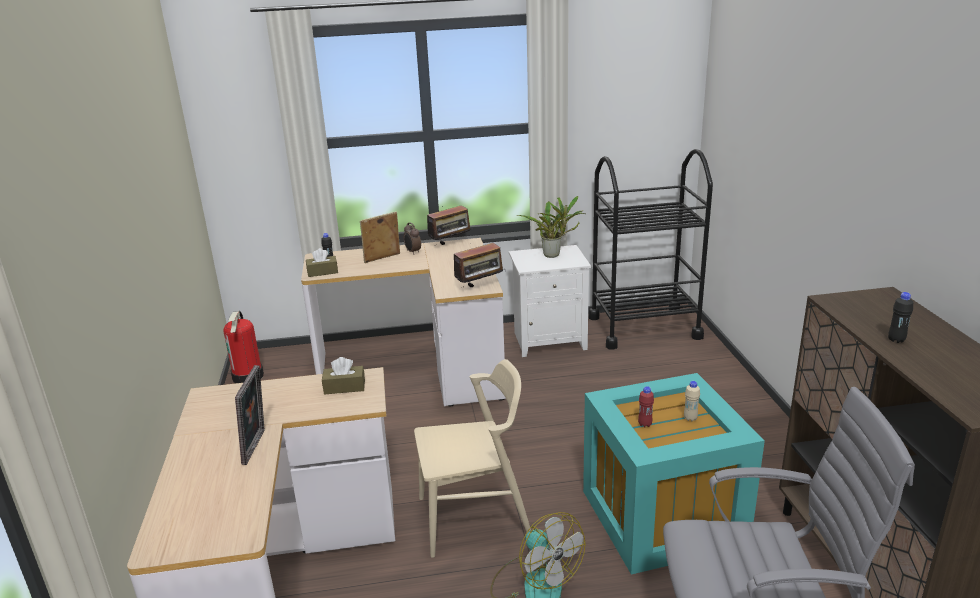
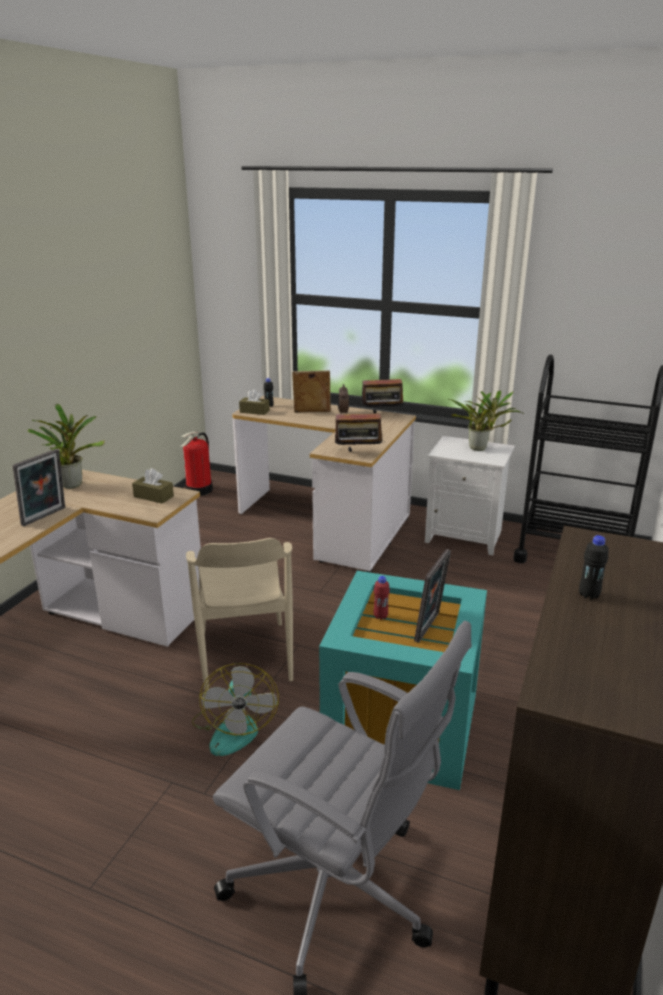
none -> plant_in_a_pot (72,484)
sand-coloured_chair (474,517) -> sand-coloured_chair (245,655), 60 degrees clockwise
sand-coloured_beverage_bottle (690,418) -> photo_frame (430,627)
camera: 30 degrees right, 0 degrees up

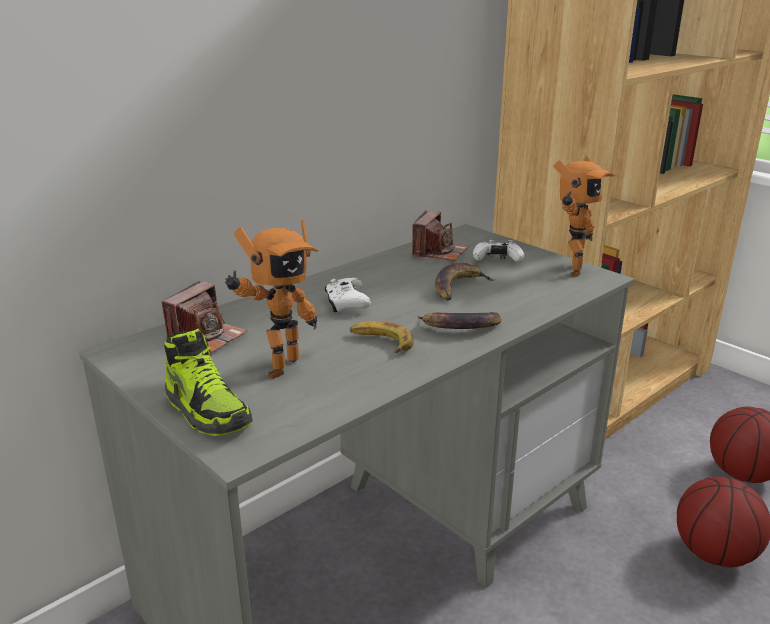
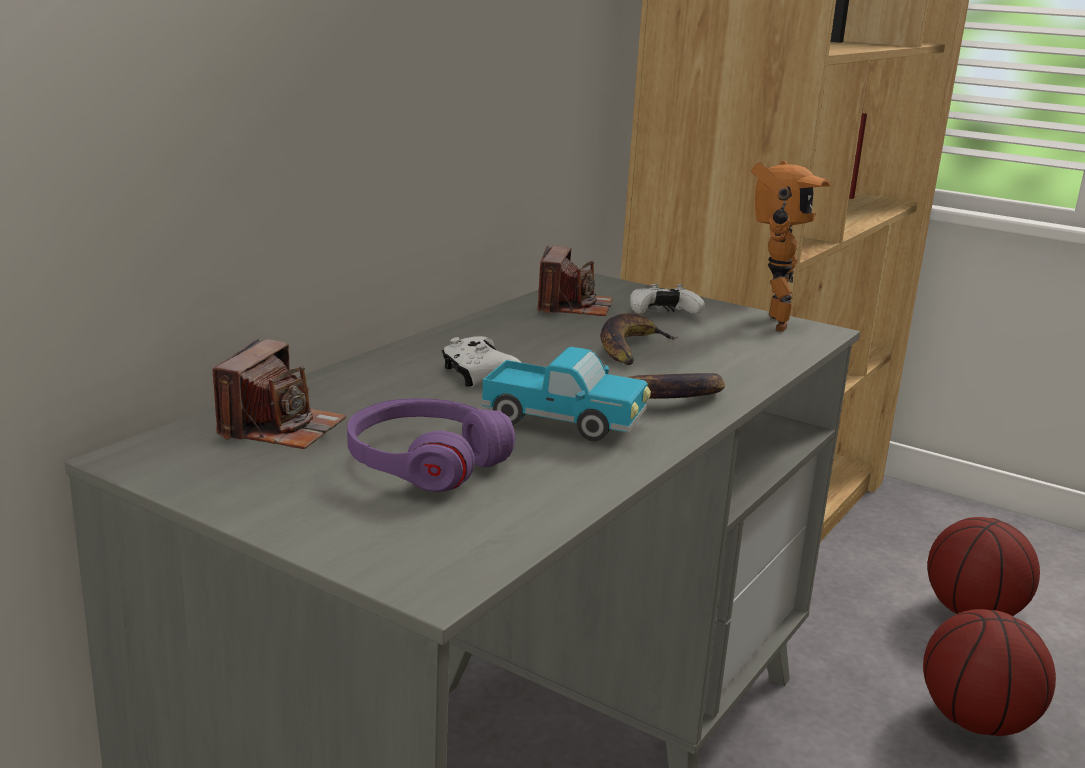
toy_robot (278,366) -> purple_headset (425,462)
whole_banana (381,342) -> toy_truck (564,422)
item_of_footwear (207,411) -> none
camera: 15 degrees left, 5 degrees down

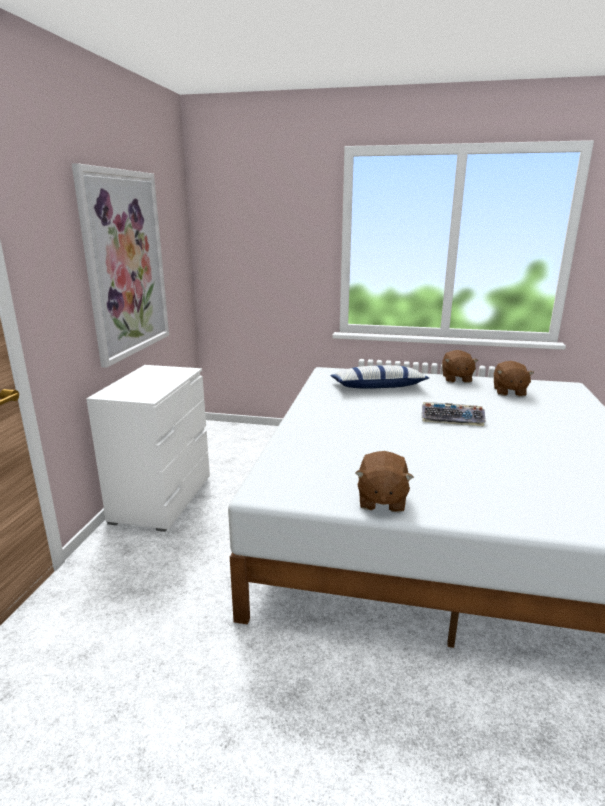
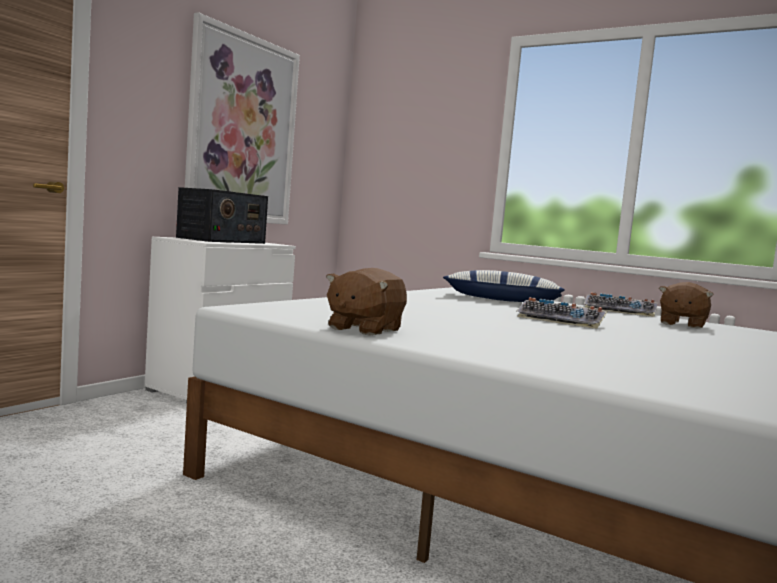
none -> radio_receiver (221,240)
brown_cuddly_toy (456,379) -> keyboard (620,311)
camera: 20 degrees right, 15 degrees down

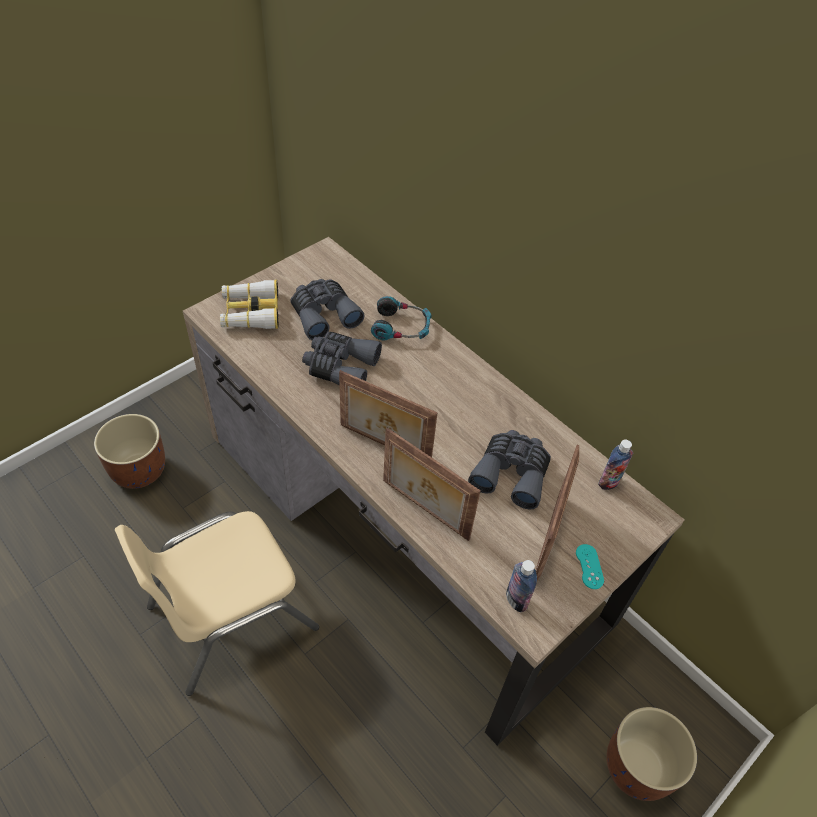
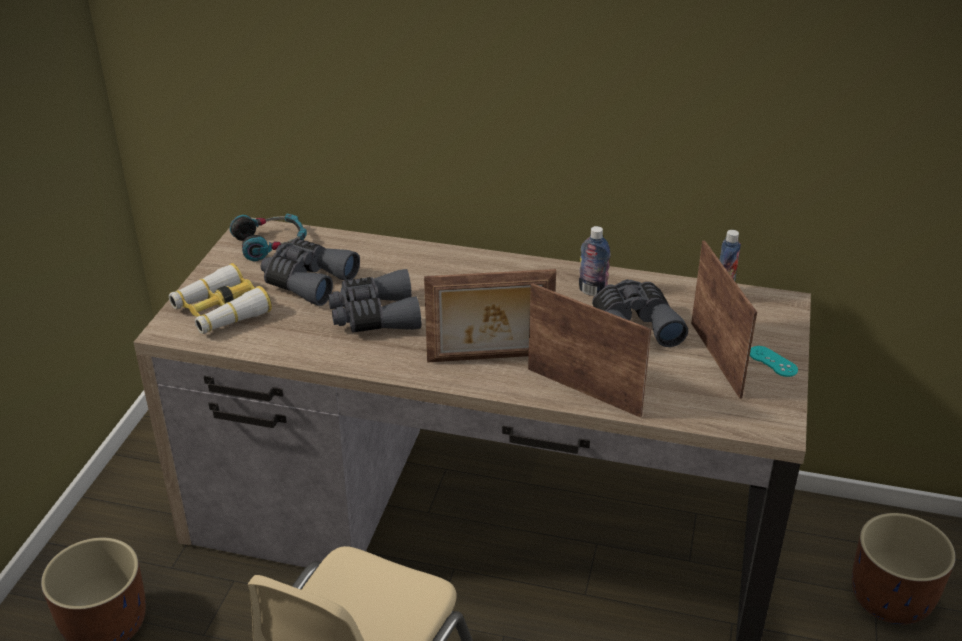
headset (401,327) -> headset (270,243), relocated
photo_frame (424,510) -> photo_frame (584,390), 150 degrees counterclockwise
beverage_bottle (516,600) -> beverage_bottle (592,291), relocated
camera: 30 degrees left, 15 degrees down

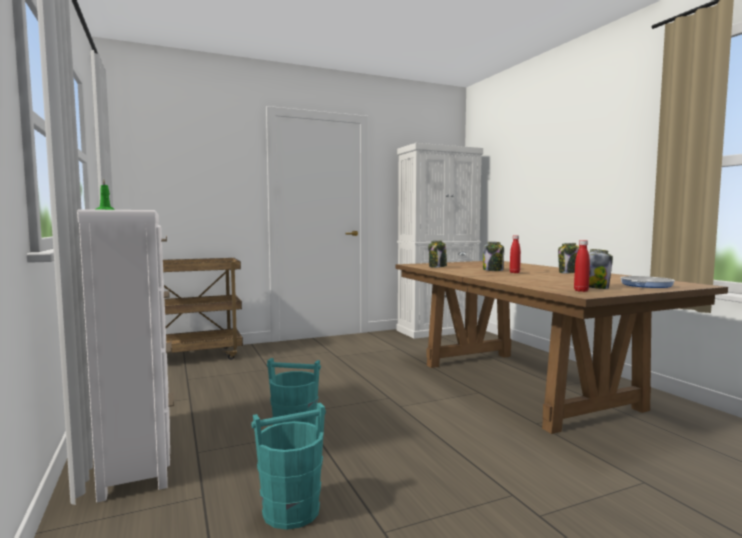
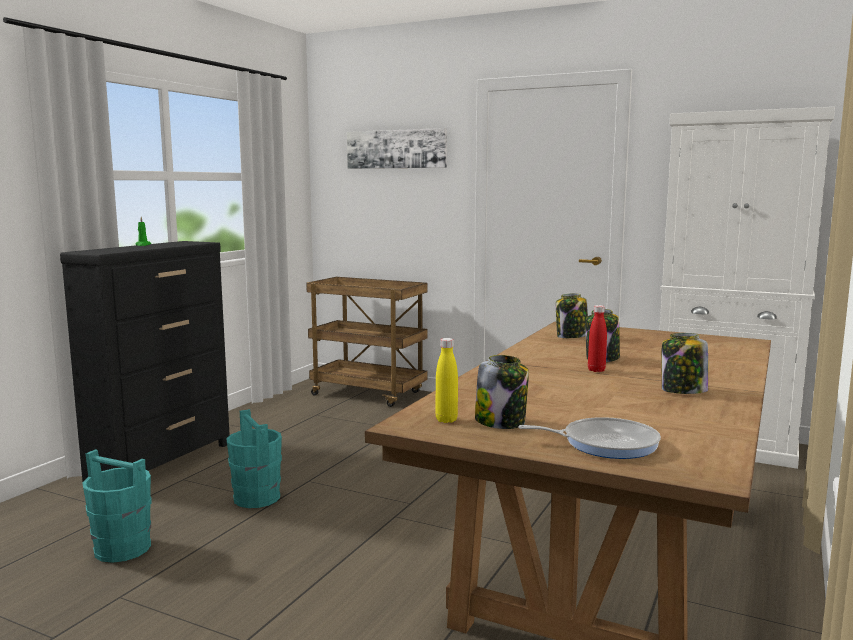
white-coloured_drawer_chest (138,451) -> black-coloured_drawer_chest (163,462)
none -> wall_picture (396,149)
red-coloured_beverage_bottle (581,291) -> yellow_beverage_bottle (446,420)
camera: 50 degrees right, 5 degrees up

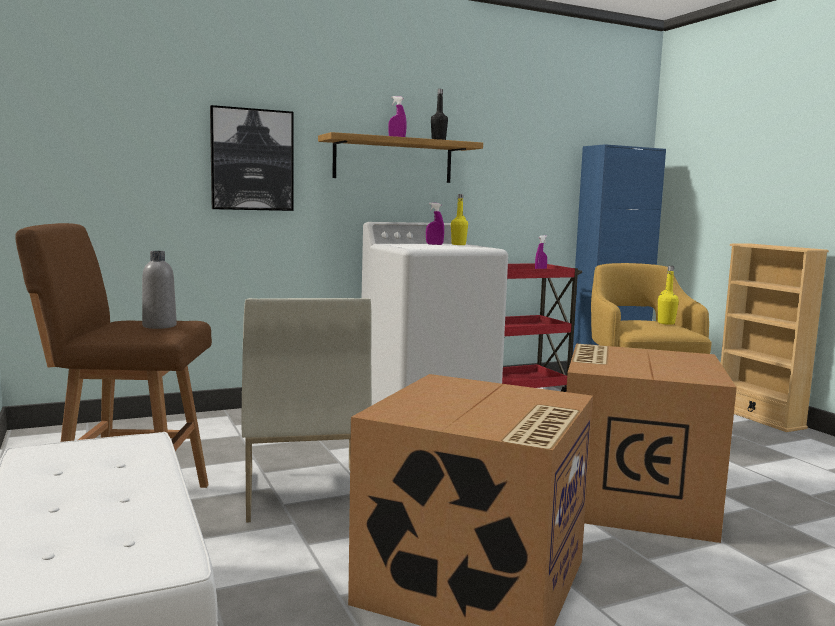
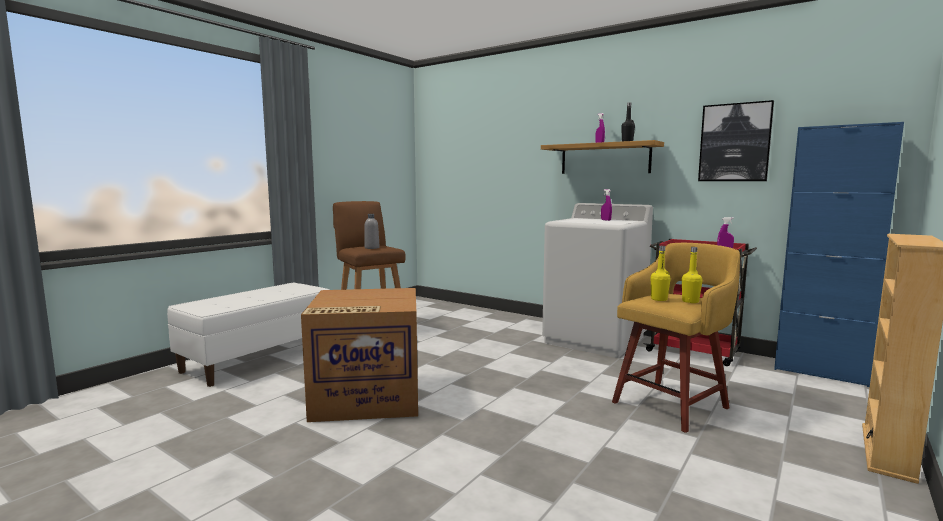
yellow_beverage_bottle (458,244) -> yellow_beverage_bottle (659,299), relocated
wall_picture (252,160) -> wall_picture (734,142), relocated
white-coloured_chair (303,491) -> none
carton (632,499) -> none
camera: 60 degrees right, 0 degrees up

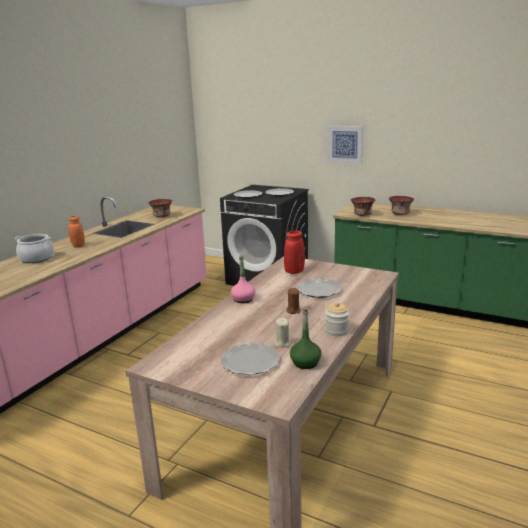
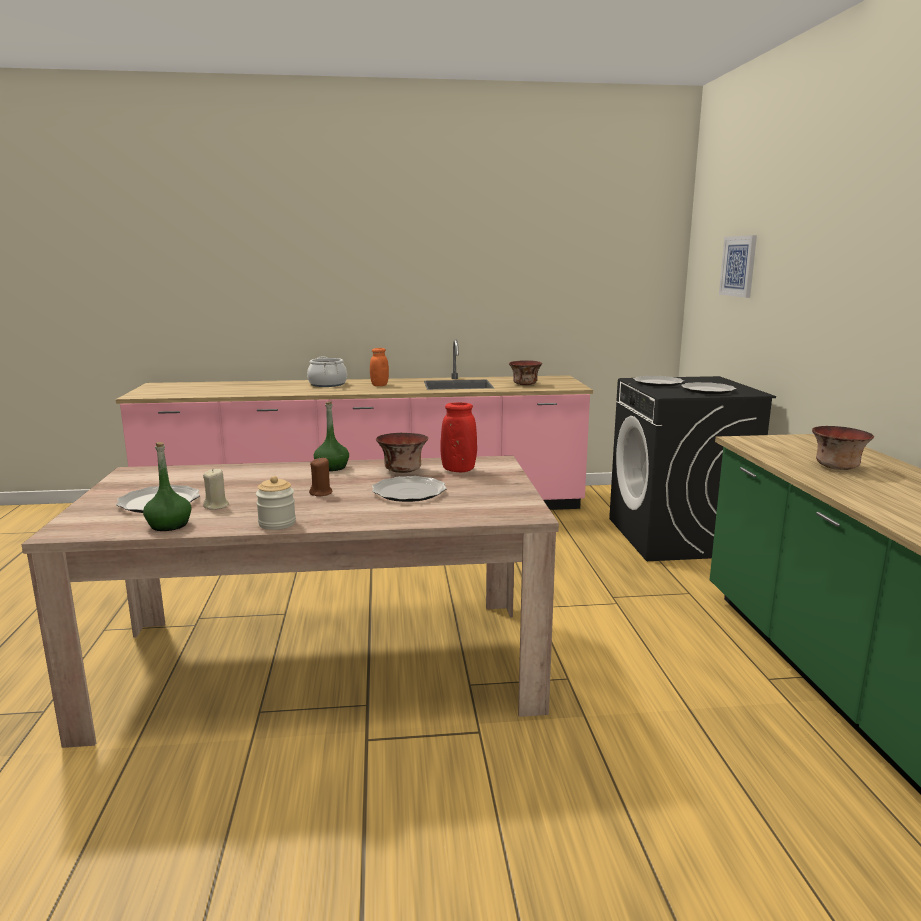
pinkish_beverage_bottle (243,299) -> greenish_beverage_bottle (331,467)
serving_bowl (362,215) -> serving_bowl (402,471), relocated
wall_picture (345,144) -> wall_picture (739,266), relocated
camera: 55 degrees right, 5 degrees down

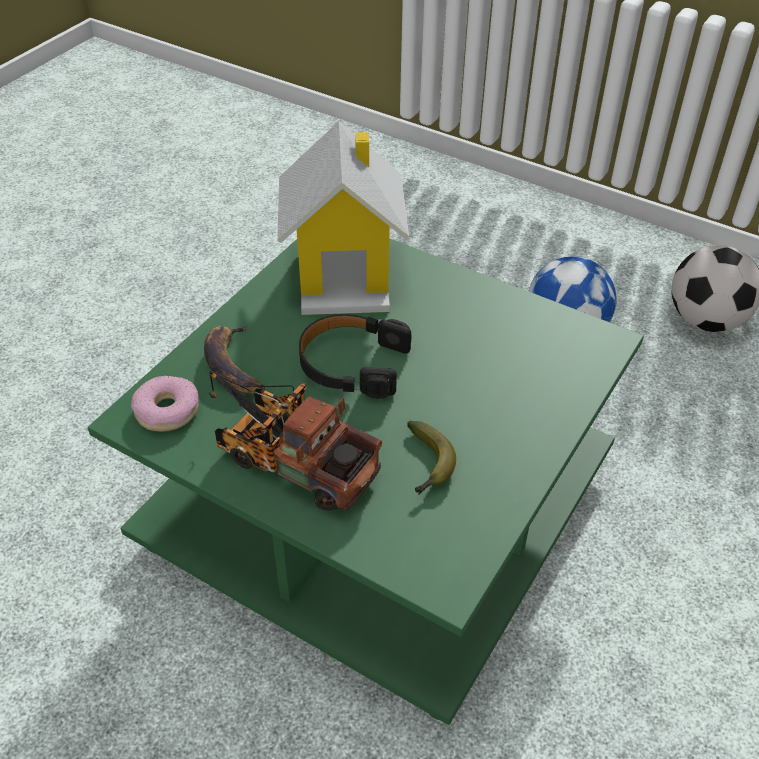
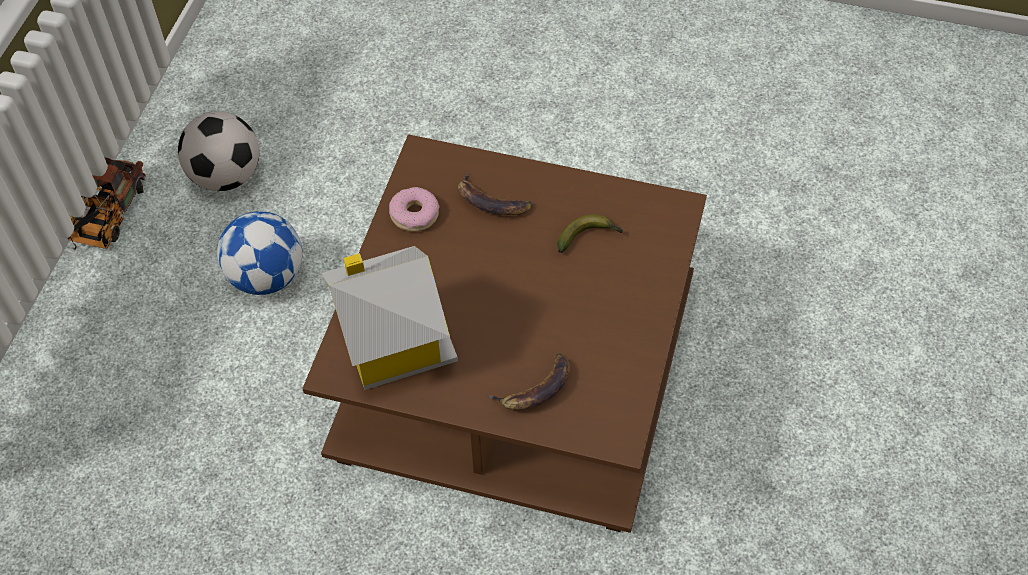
toy_truck (289,458) -> toy_truck (106,218), relocated
greenish_coffee_table (377,500) -> brown_coffee_table (511,376)
doughnut (167,410) -> doughnut (414,214), relocated
none -> whole_banana (490,202)
black-coloured_headset (352,364) -> none
camera: 105 degrees left, 10 degrees up

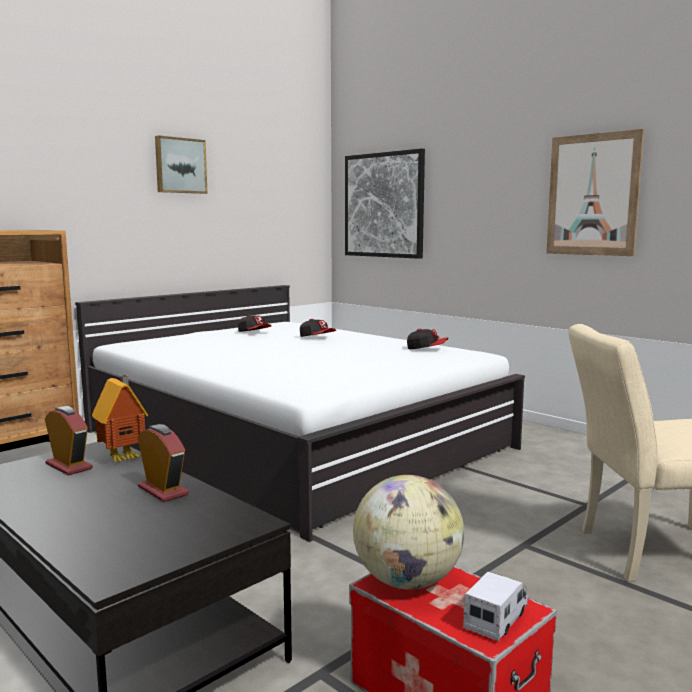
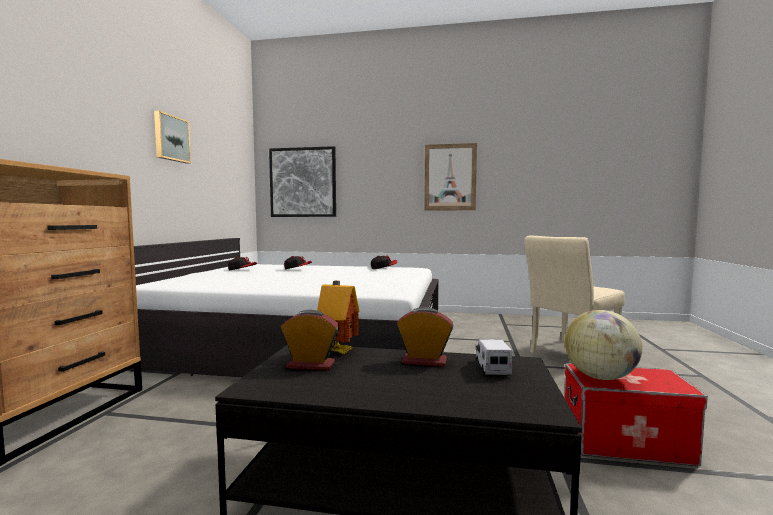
toy_truck (496,620) -> toy_truck (492,367), relocated
camera: 35 degrees left, 5 degrees down

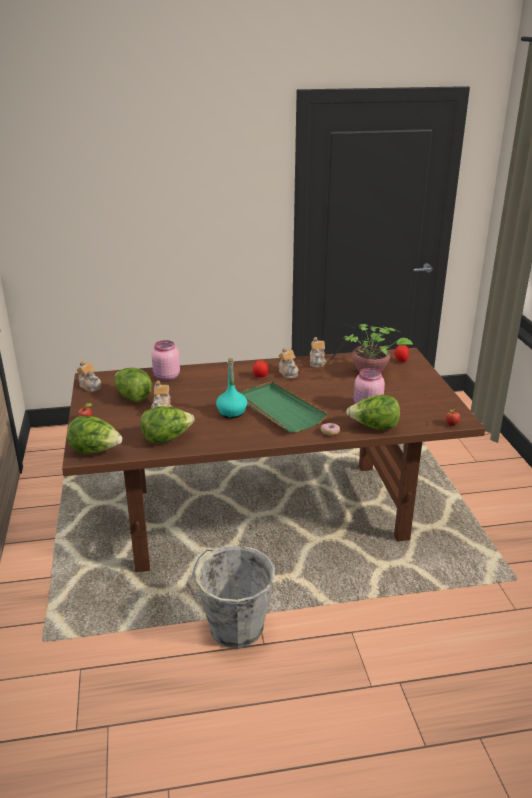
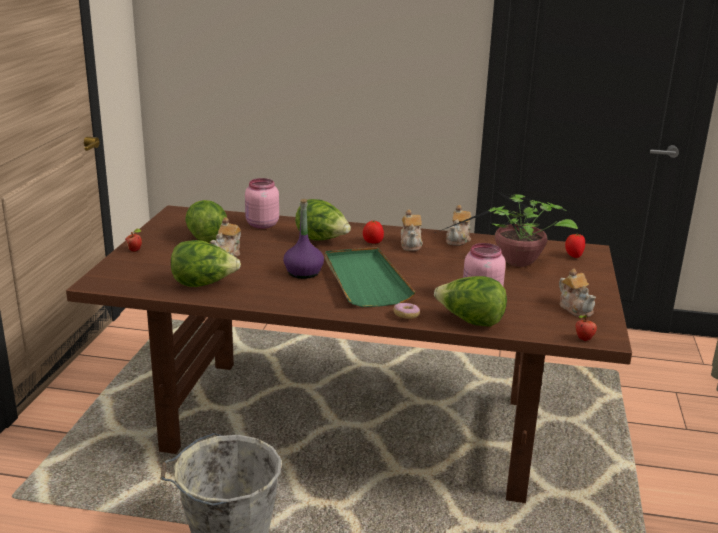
turquoise_beverage_bottle (232,413) -> purple_beverage_bottle (303,273)
lettuce_head (95,451) -> lettuce_head (322,240), relocated
pot_for_tea (90,386) -> pot_for_tea (575,308), relocated
camera: 20 degrees right, 5 degrees down

